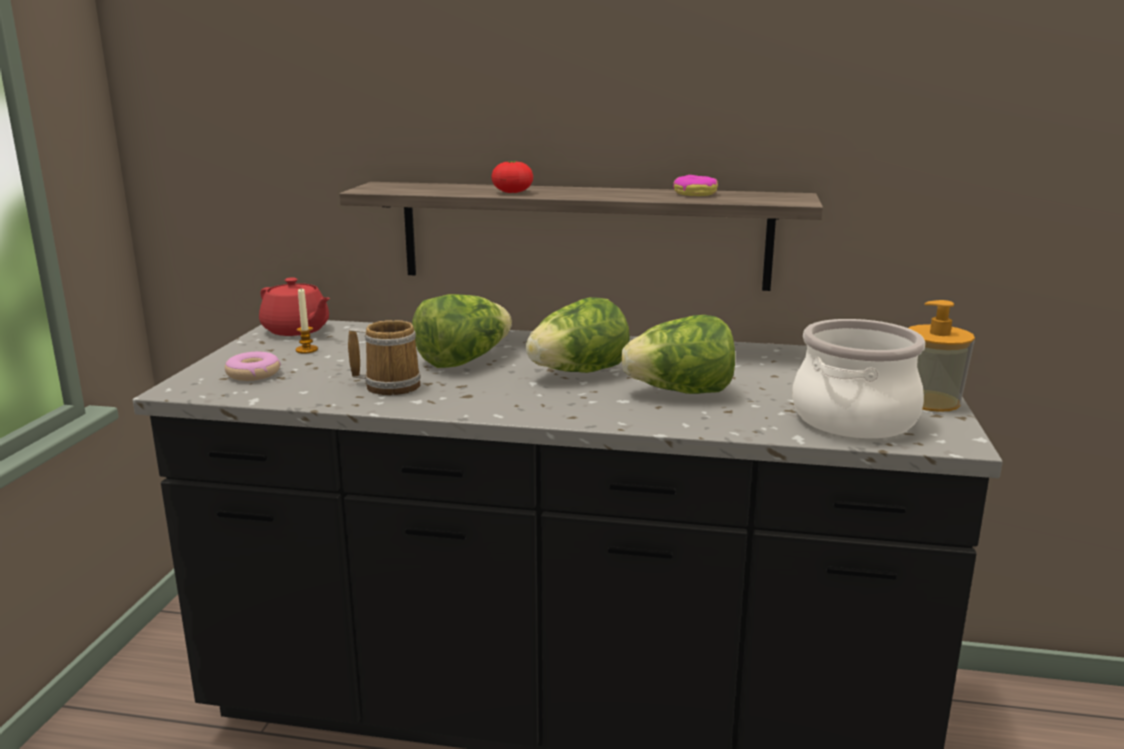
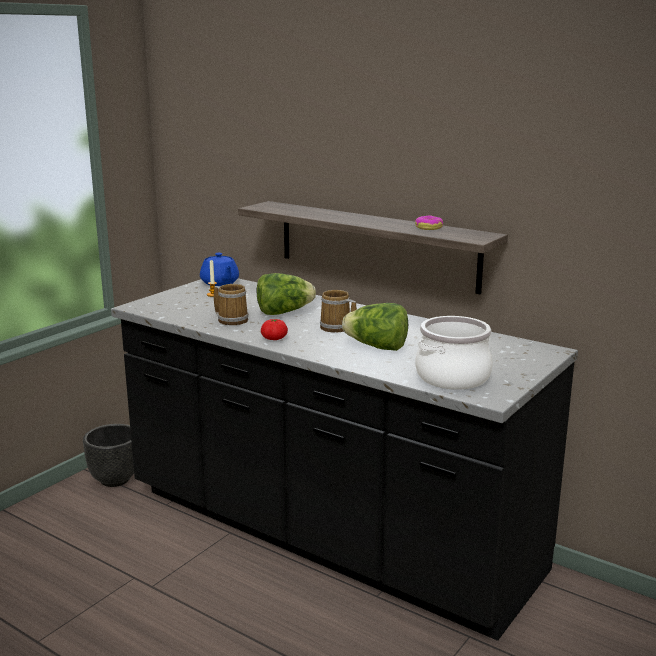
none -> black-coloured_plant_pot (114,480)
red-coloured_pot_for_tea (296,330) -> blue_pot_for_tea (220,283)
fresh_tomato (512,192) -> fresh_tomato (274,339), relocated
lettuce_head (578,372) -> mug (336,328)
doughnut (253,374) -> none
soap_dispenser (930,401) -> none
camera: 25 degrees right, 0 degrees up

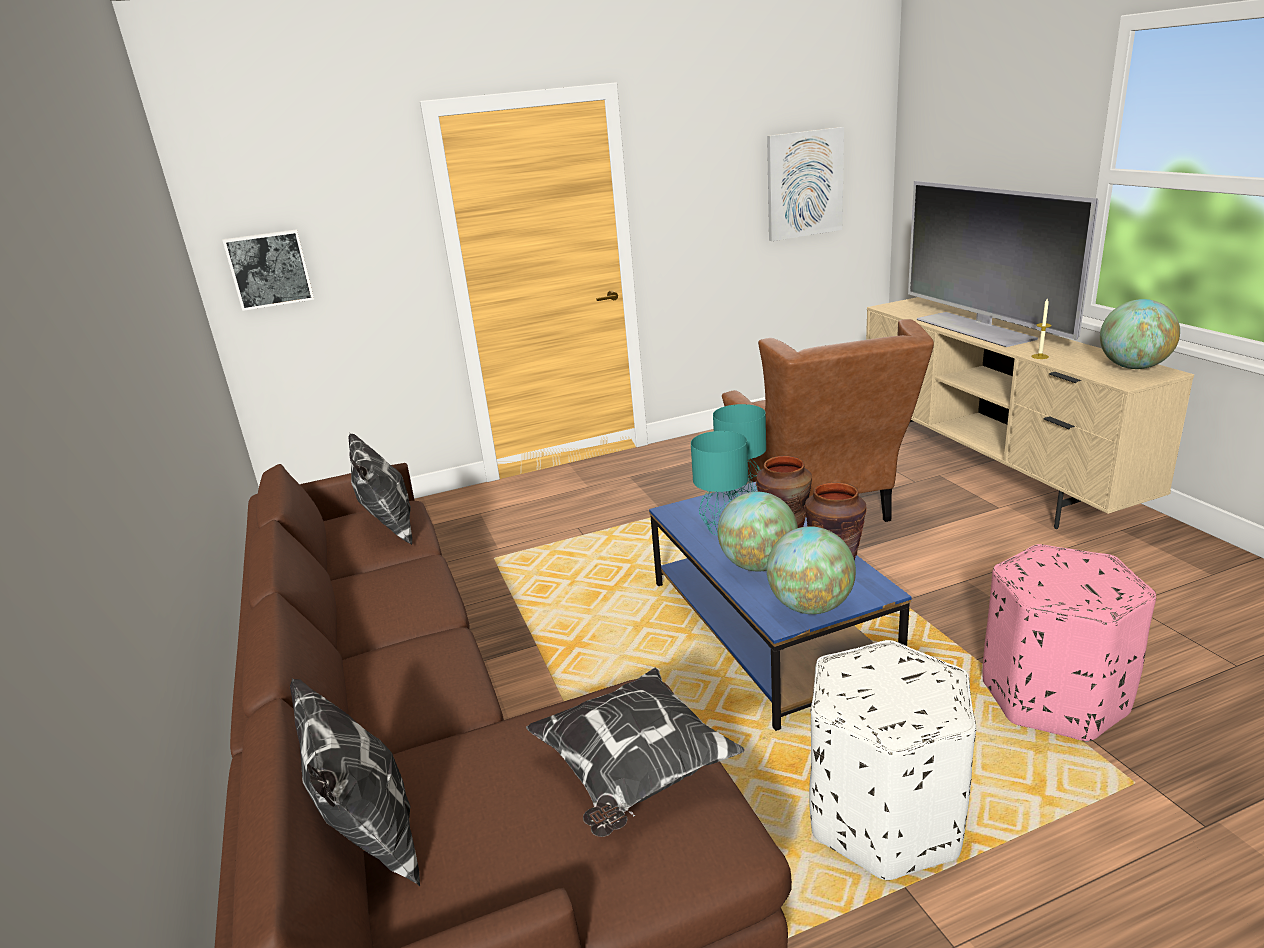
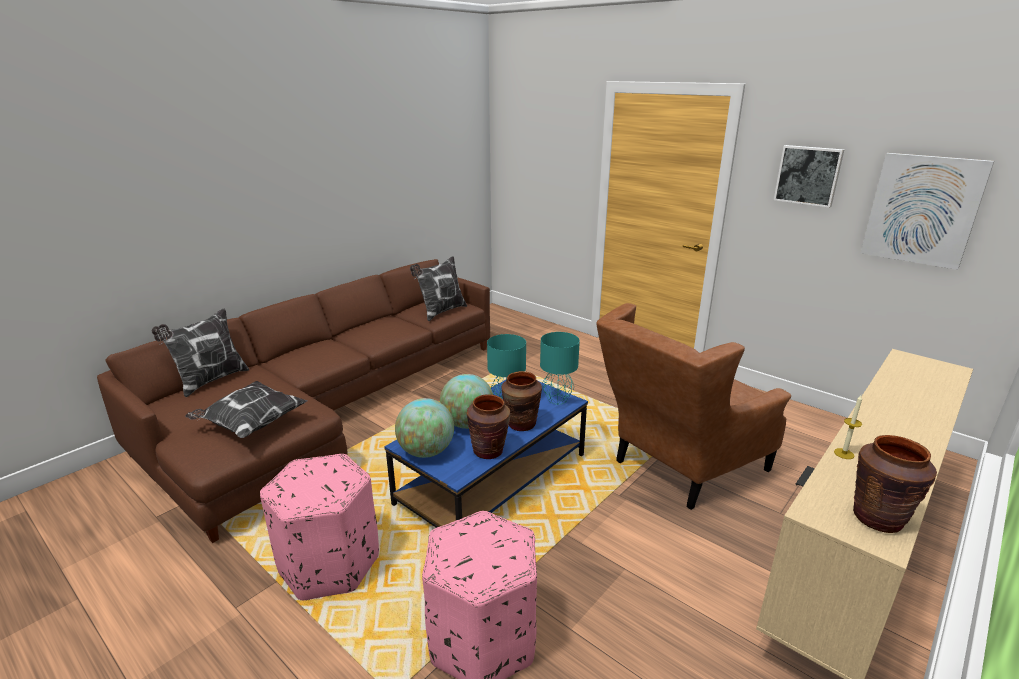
white-coloured_footrest (885,818) -> pinkish_footrest (329,564)
wall_picture (269,269) -> wall_picture (808,175), relocated
world_globe (1133,367) -> brown_decorative_vase (878,518)
television (975,328) -> none
camera: 60 degrees right, 0 degrees up

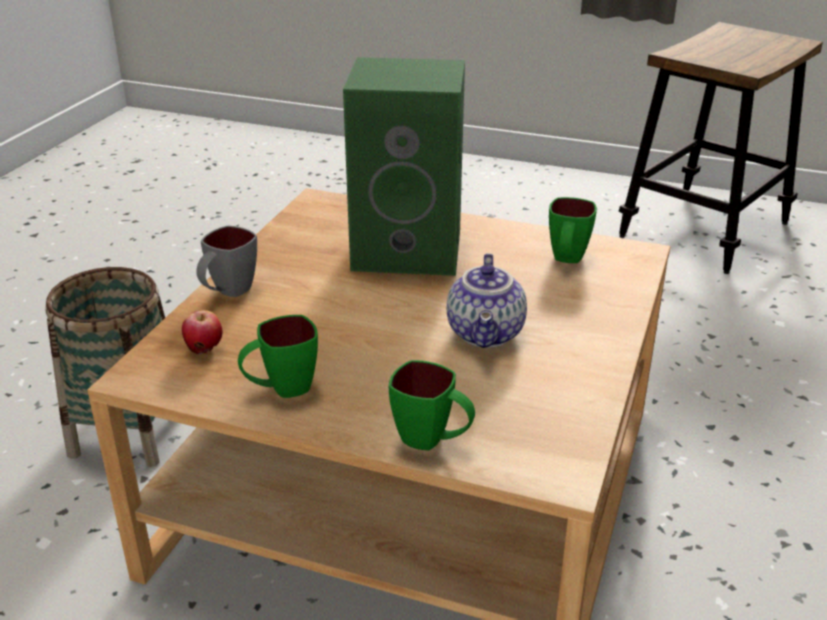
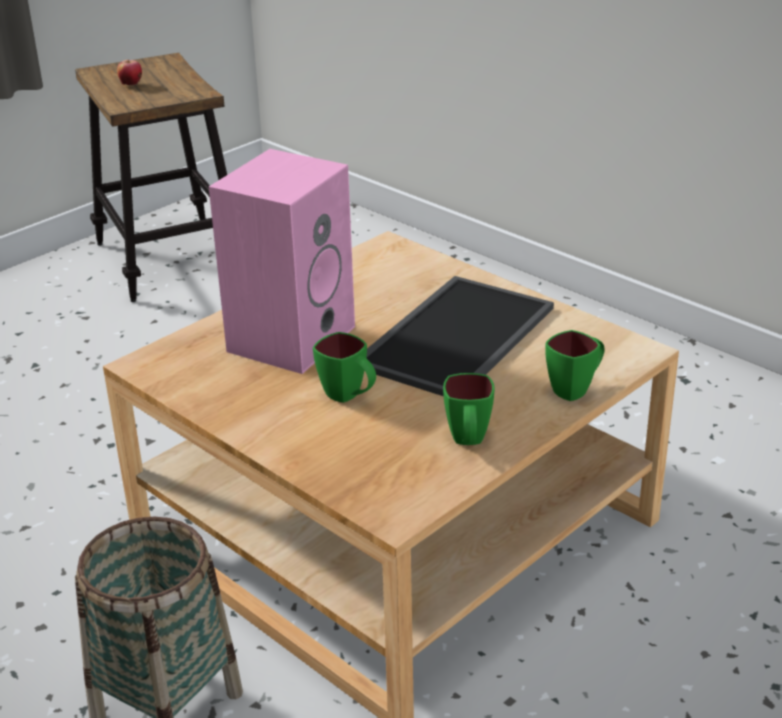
whole_apple (205,350) -> whole_apple (131,85), relocated
greenish_speaker (410,249) -> pinkish_speaker (291,337)
greenish_mug (566,261) -> greenish_mug (349,397), relocated
pot_for_tea (487,334) -> serving_tray (454,335)
grey_mug (228,293) -> none
camera: 65 degrees left, 0 degrees up

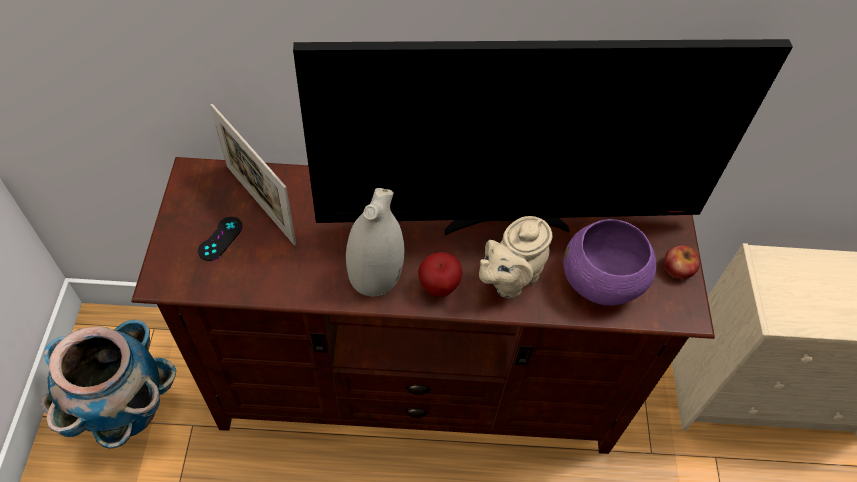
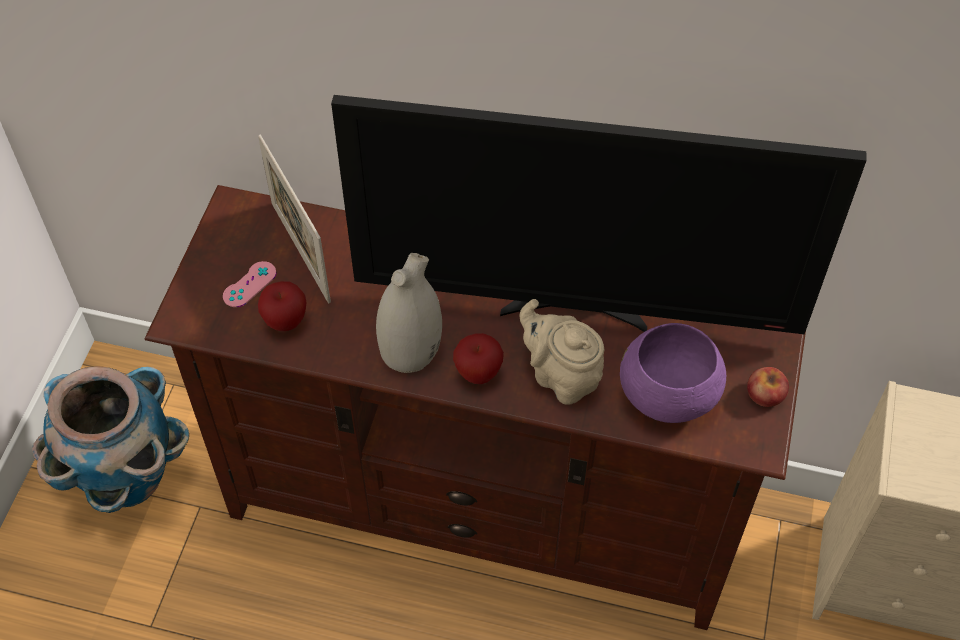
black-coloured_game_controller (220,238) -> pinkish_game_controller (249,284)
none -> whole_apple (285,322)
sand-coloured_pot_for_tea (509,279) -> sand-coloured_pot_for_tea (561,376), 75 degrees clockwise
camera: 15 degrees right, 0 degrees up

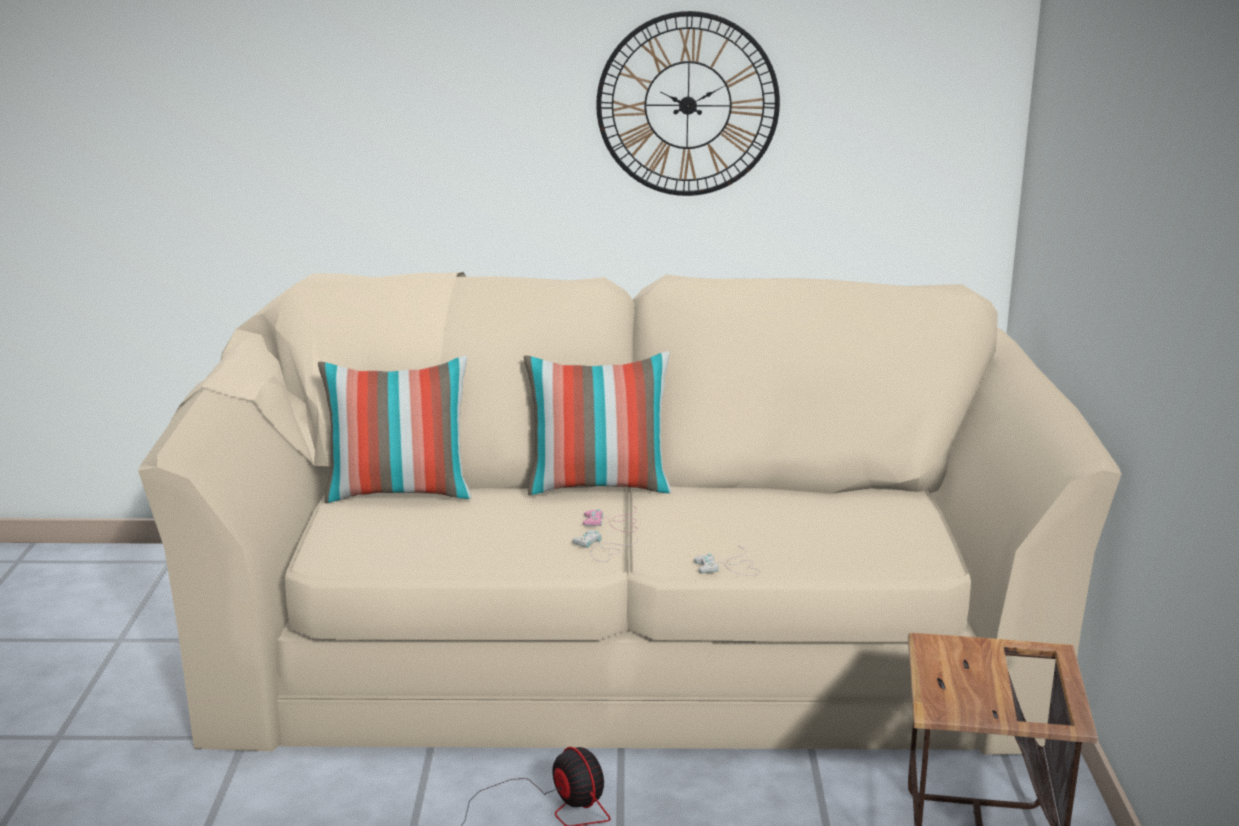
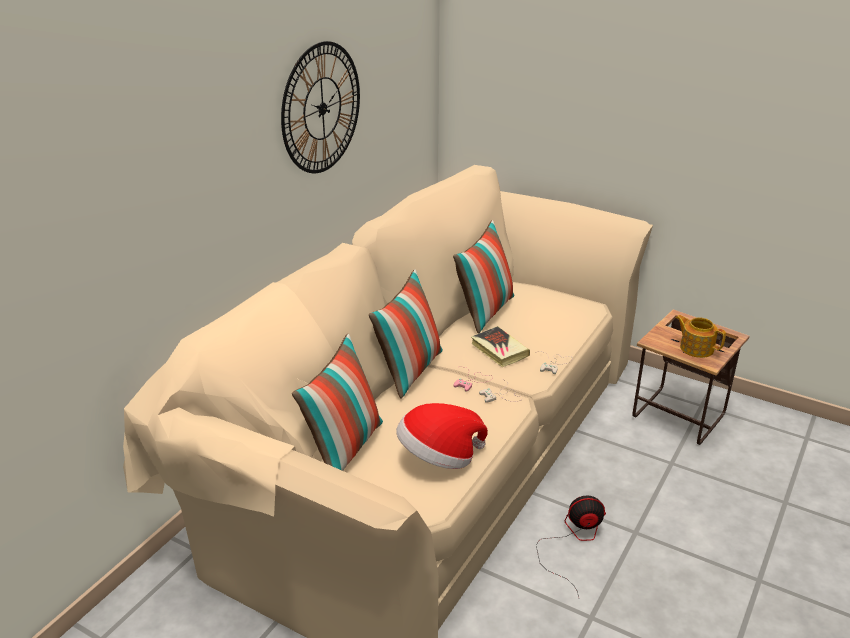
none -> wearable_hat (439,457)
none -> pillow (484,311)
none -> bound_book (499,350)
none -> pot_for_tea (696,348)
camera: 60 degrees left, 10 degrees up

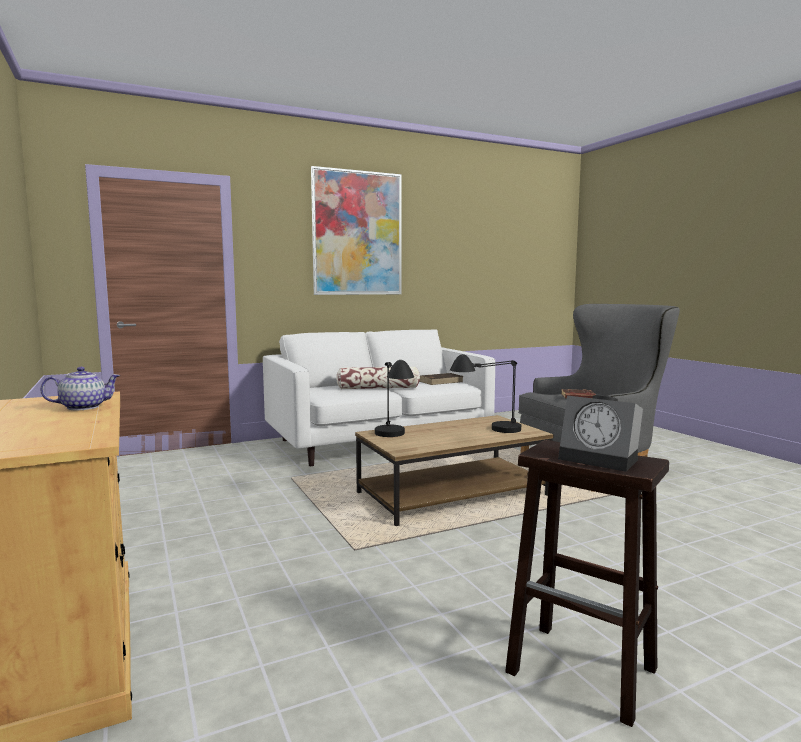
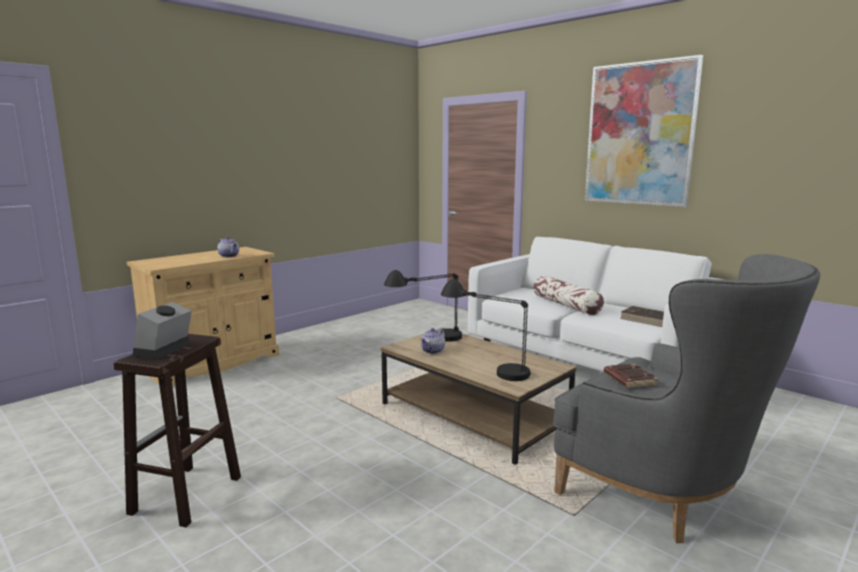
none -> pot_for_tea (433,351)
camera: 70 degrees right, 5 degrees up

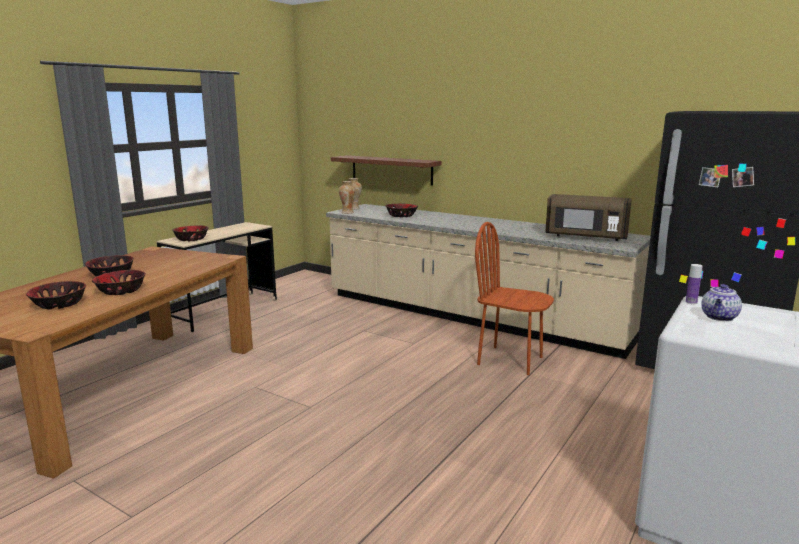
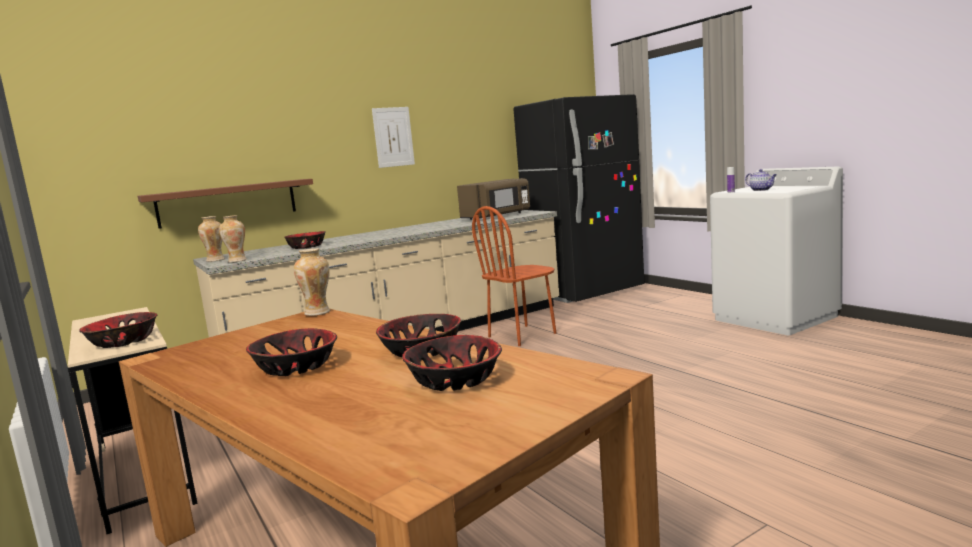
none -> decorative_vase (318,312)
none -> wall_picture (393,137)
camera: 65 degrees left, 5 degrees down

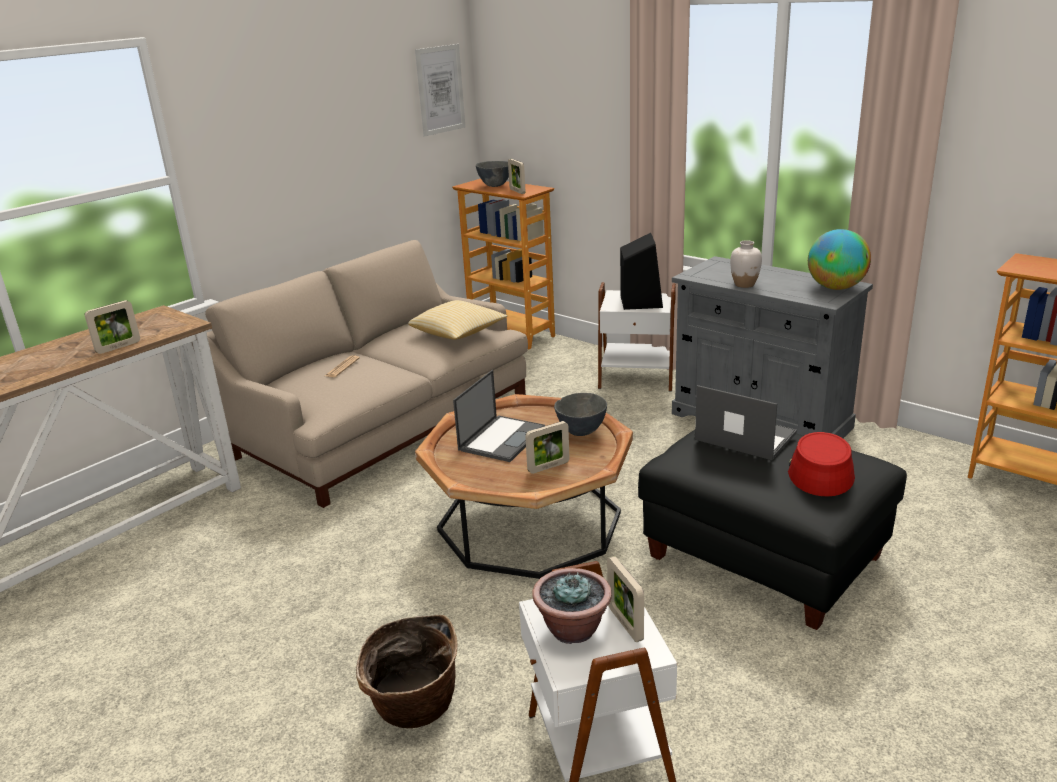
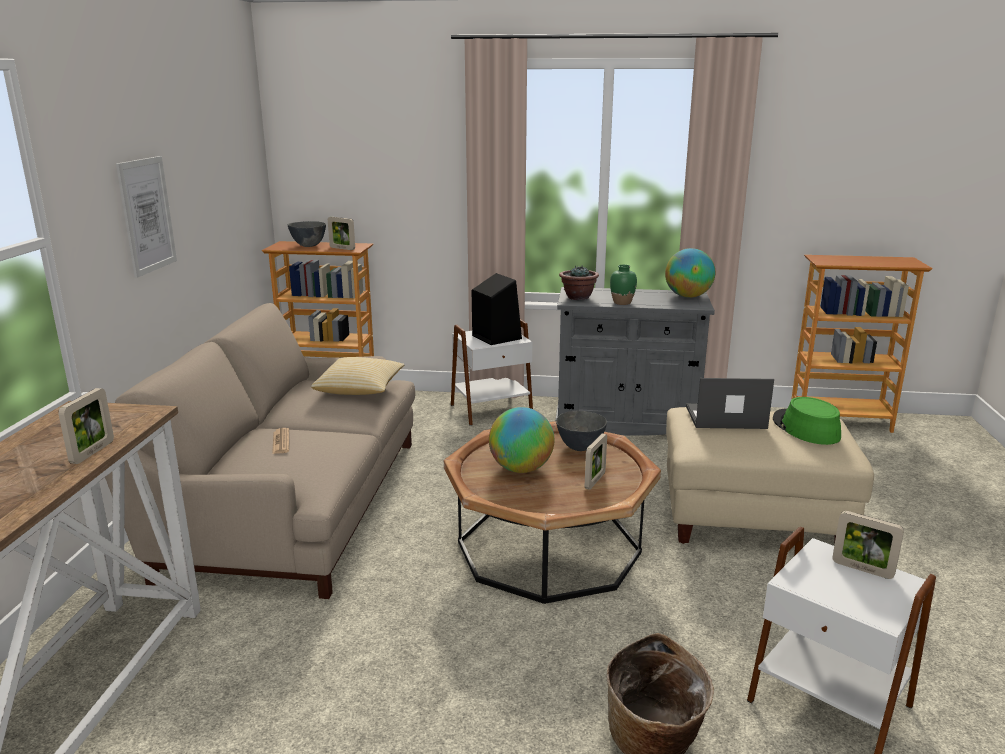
wall_picture (440,90) -> wall_picture (147,215), relocated
laptop (502,438) -> world_globe (521,469)
plant_in_a_pot (573,629) -> plant_in_a_pot (578,297), relocated
white-coloured_decorative_vase (744,284) -> greenish_decorative_vase (622,302)
black-coloured_footrest (763,558) -> sand-coloured_footrest (752,518)
red-coloured_wearable_hat (820,471) -> greenish_wearable_hat (805,428)
camera: 35 degrees left, 5 degrees down

